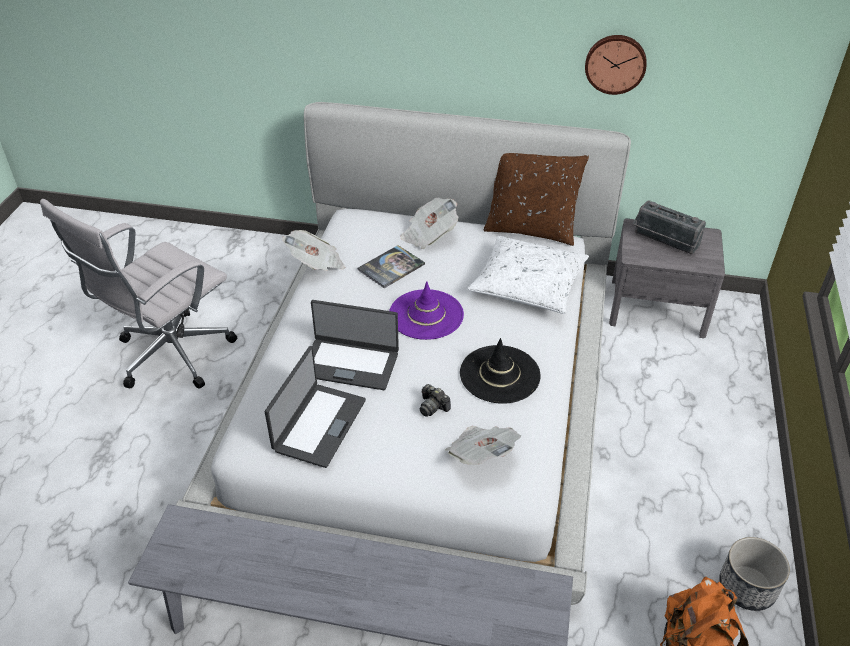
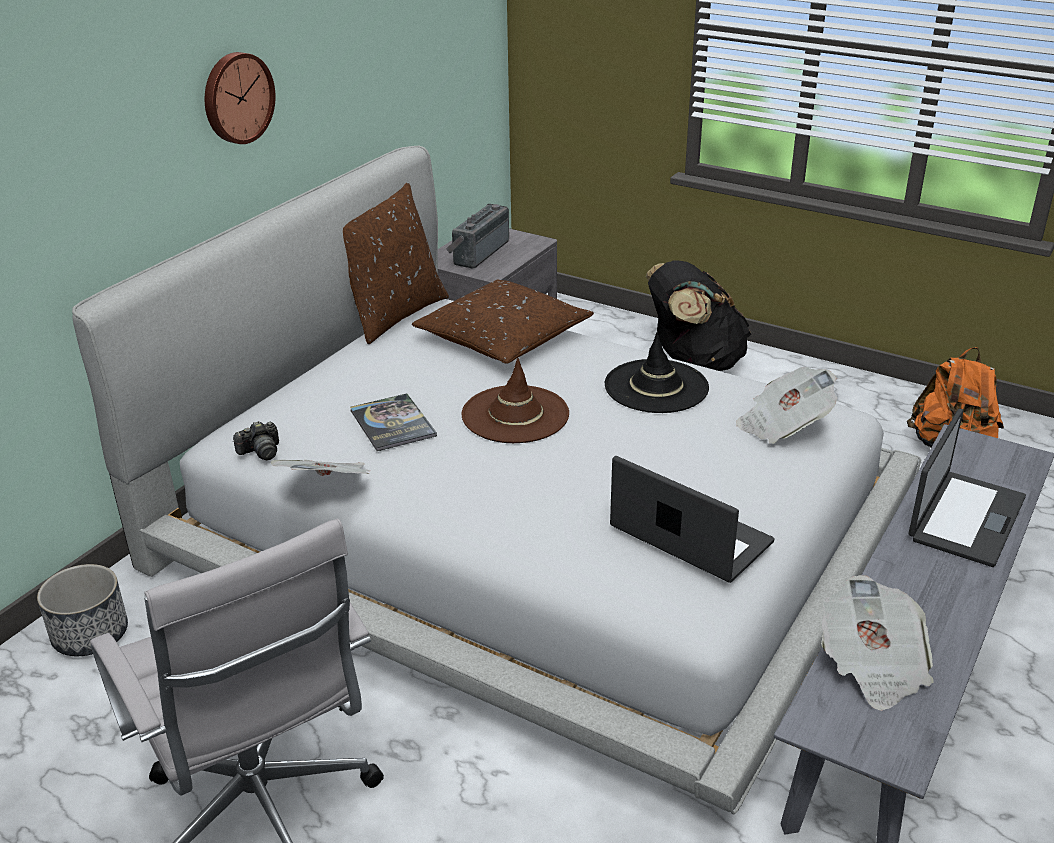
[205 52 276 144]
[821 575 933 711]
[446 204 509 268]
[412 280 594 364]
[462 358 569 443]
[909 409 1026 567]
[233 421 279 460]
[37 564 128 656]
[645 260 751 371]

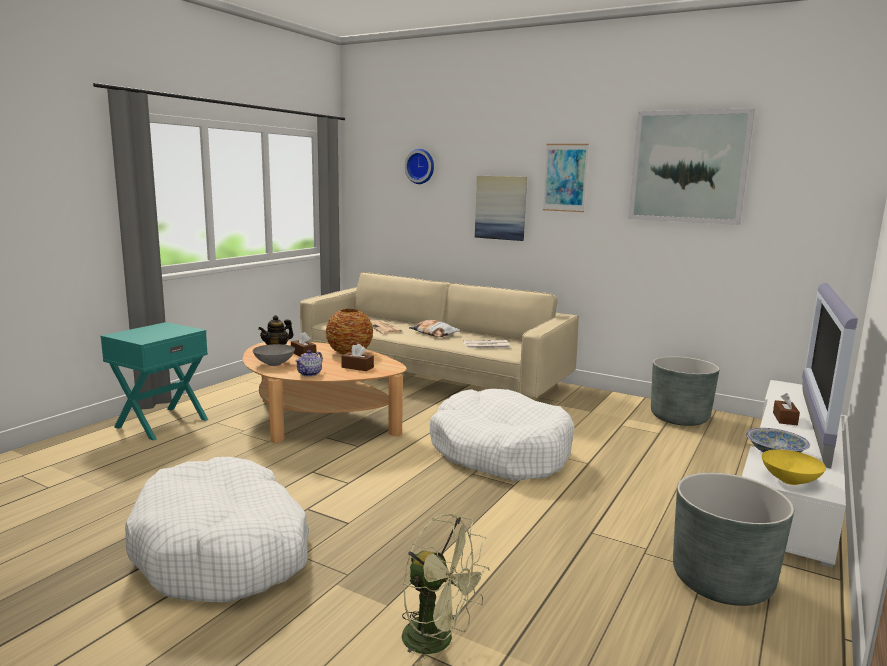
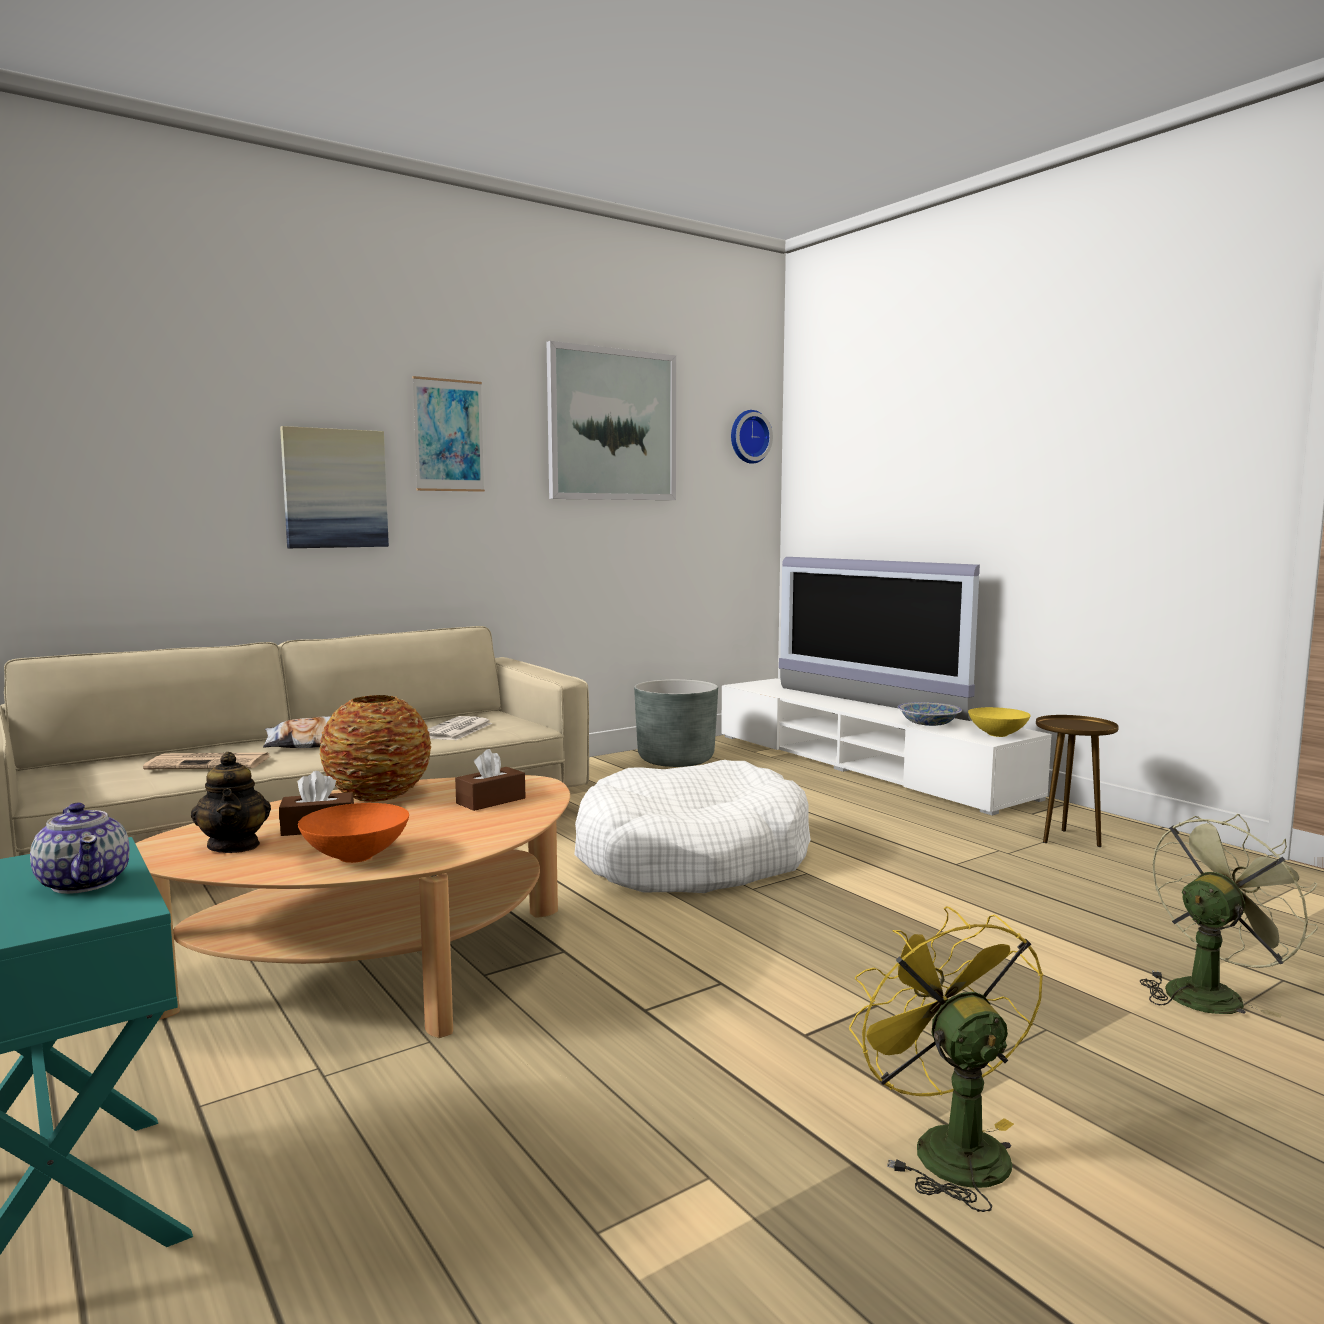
[731 410 773 464]
[298 803 409 863]
[30 803 130 894]
[773 393 800 425] (first image)
[849 906 1044 1212]
[1036 715 1119 847]

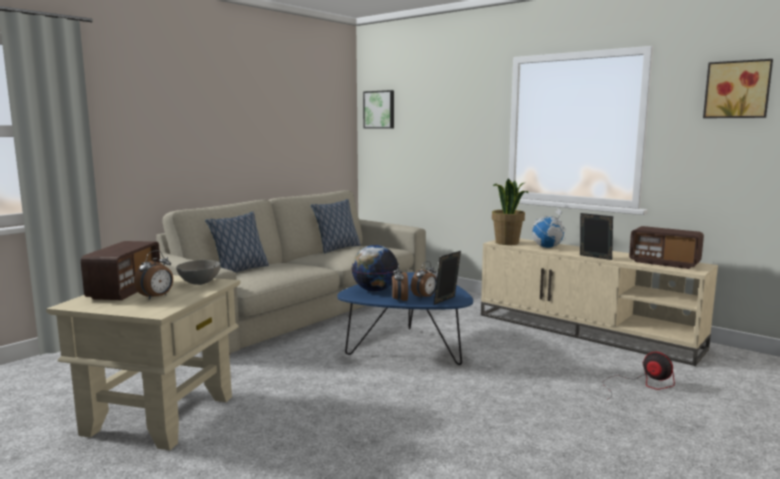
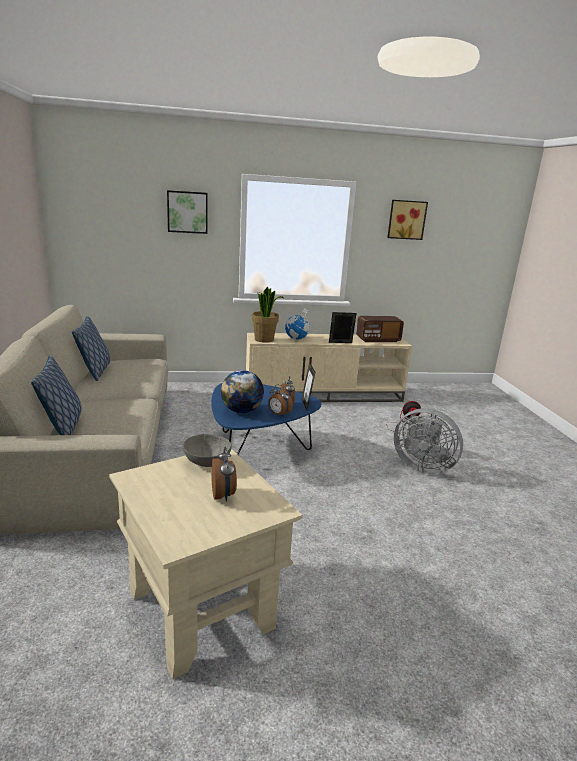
[167 190 208 234]
[81 241 161 300] (first image)
[394 408 463 474]

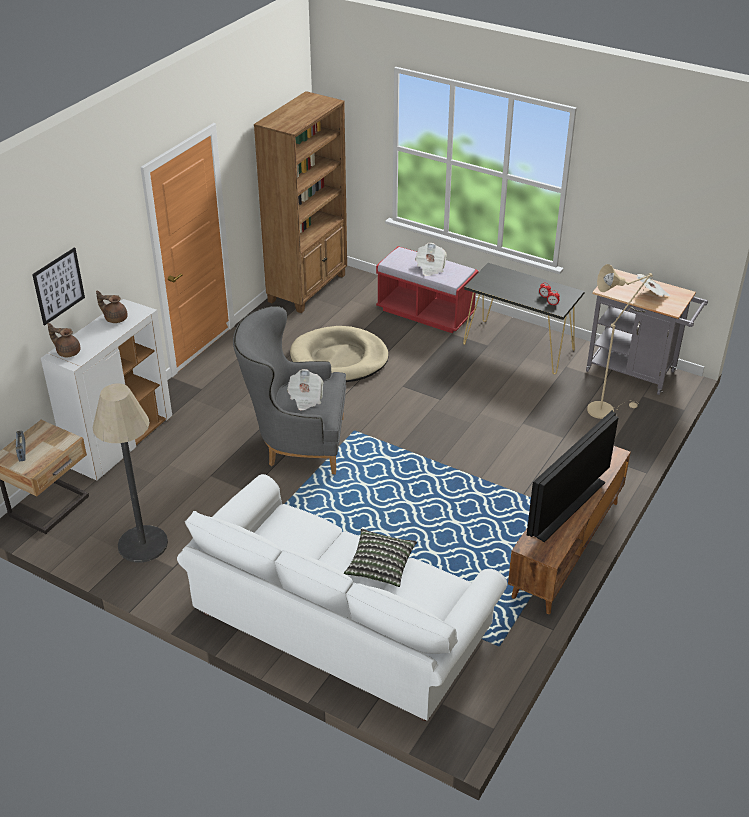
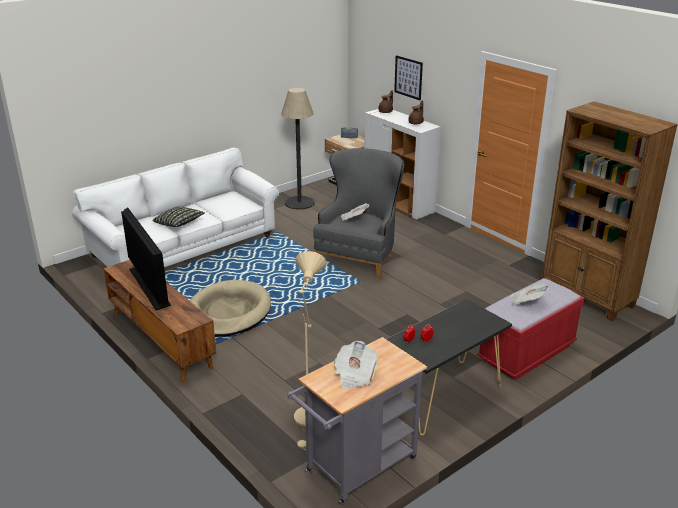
[190 280 271 337]

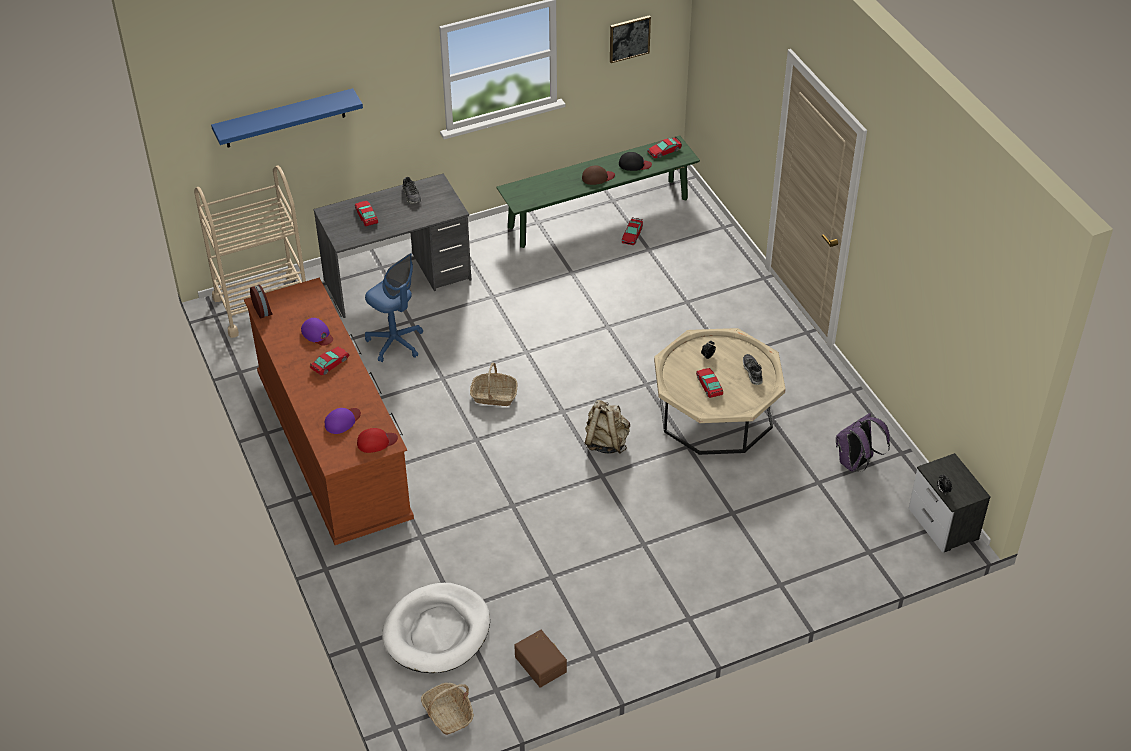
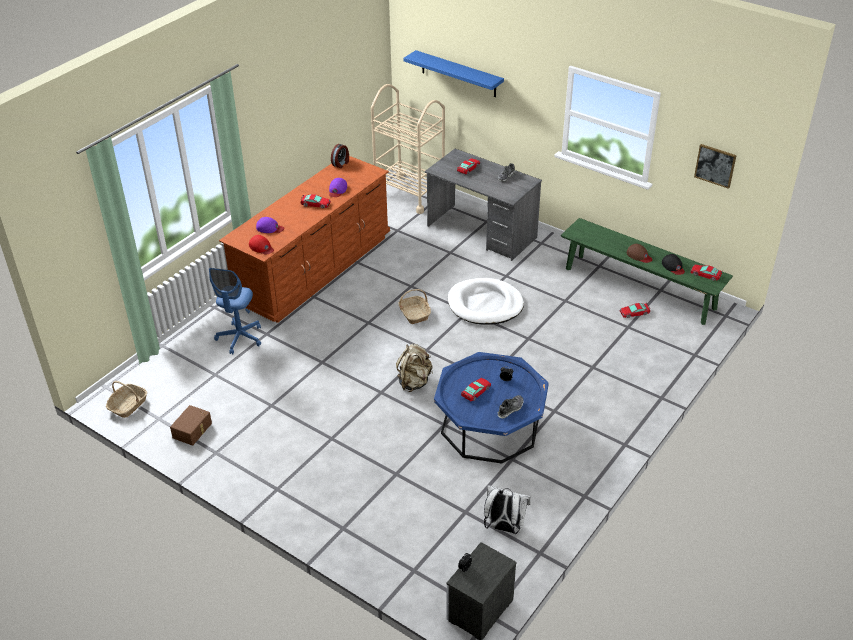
[209 268 261 354]
[434 352 549 464]
[484 485 531 534]
[448 278 524 325]

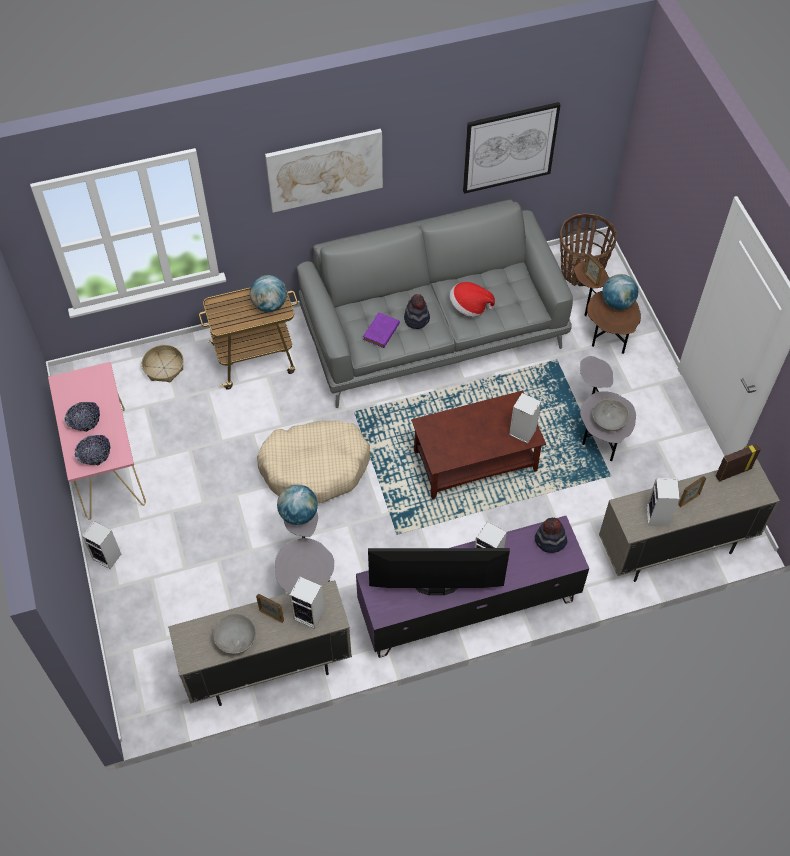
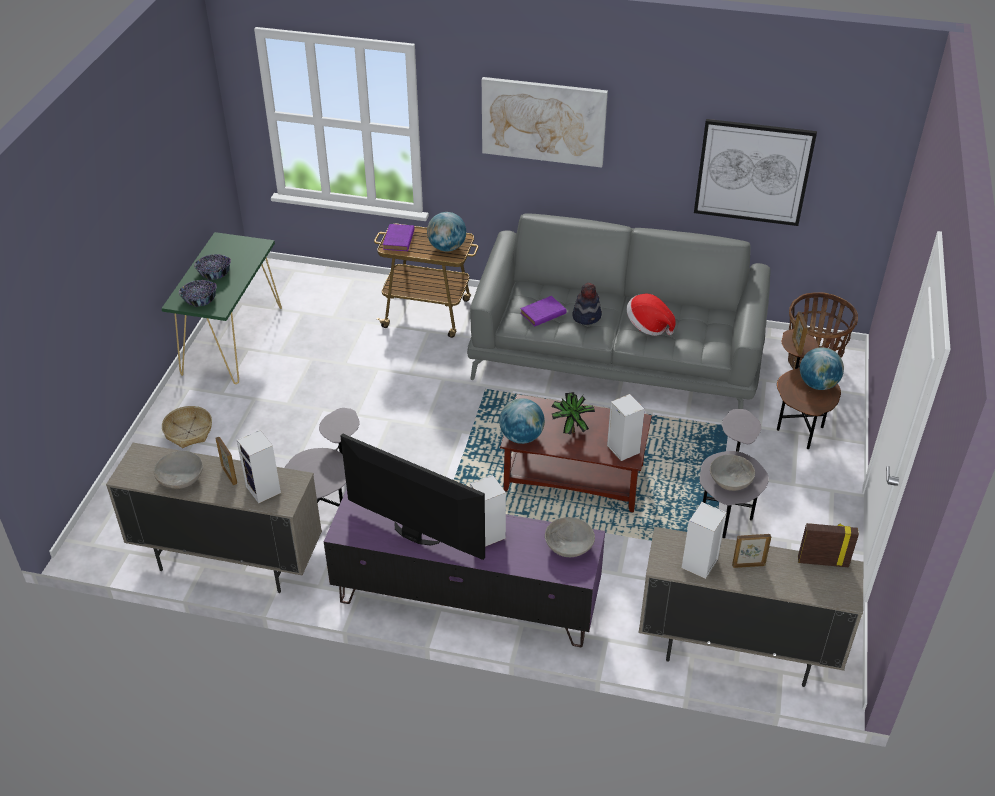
[162 406 212 448]
[161 232 282 384]
[257 421 371 503] (first image)
[499 398 545 444]
[545 517 595 557]
[82 521 121 569] (first image)
[383 224 415 251]
[551 392 595 435]

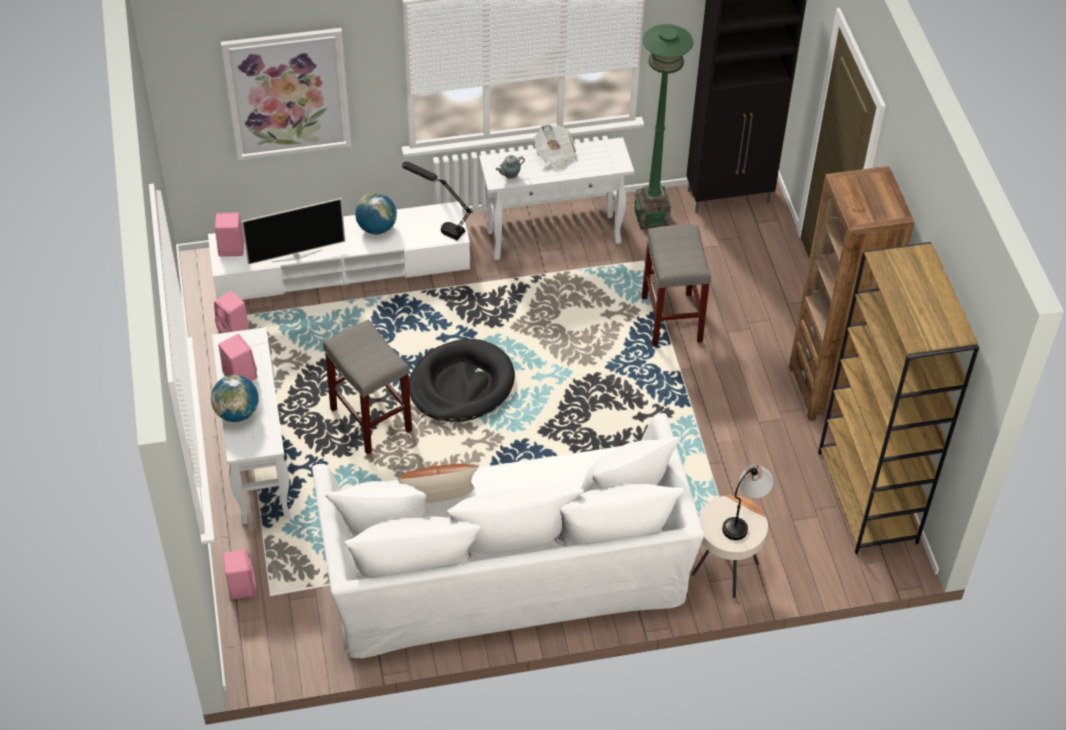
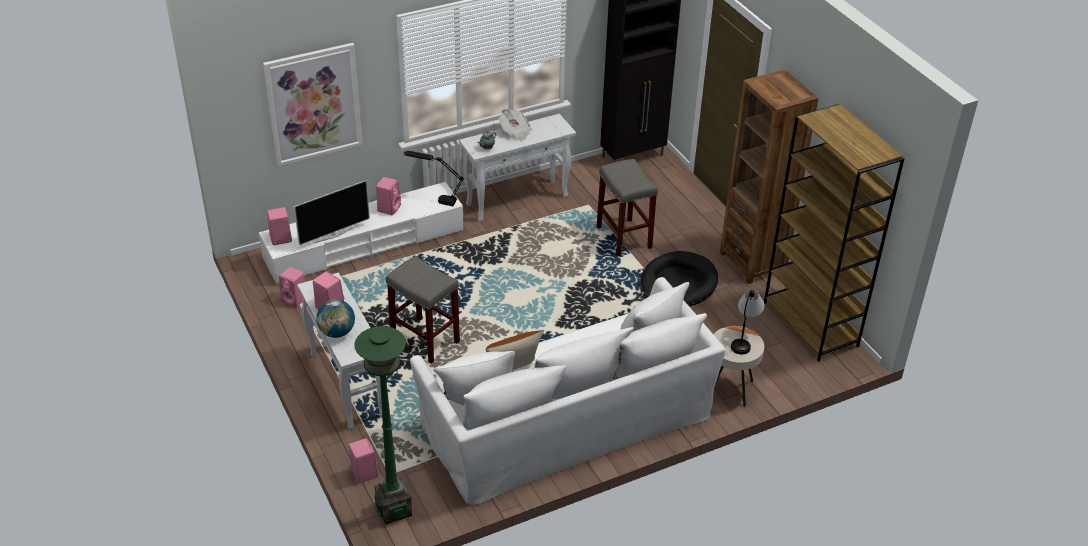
[354 326 412 525]
[376 177 401 215]
[641 251 718 307]

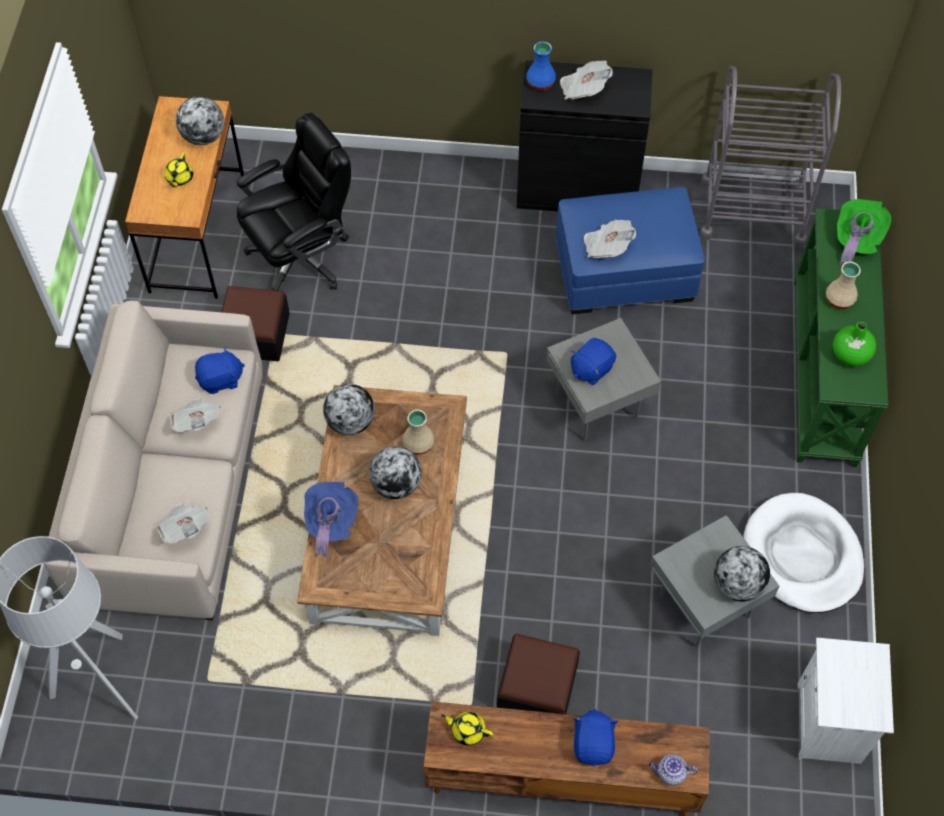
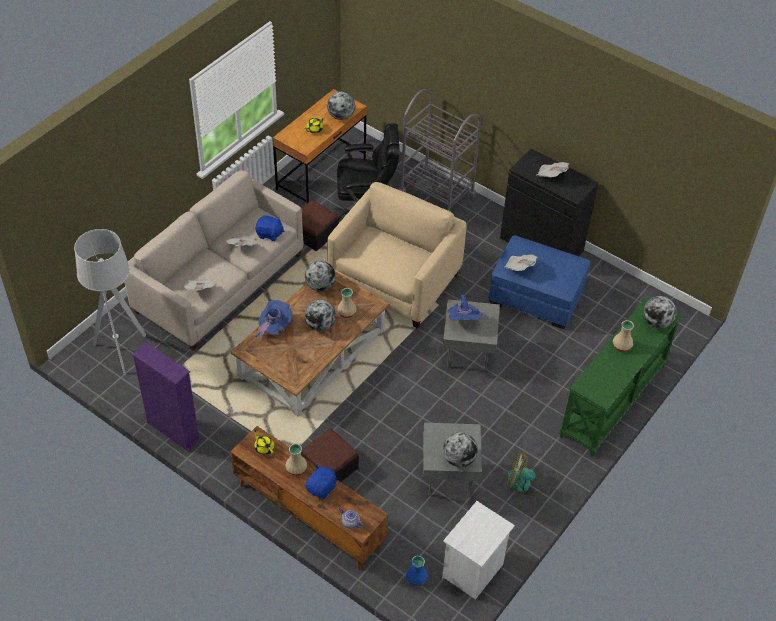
[406 556 428 587]
[398 89 482 211]
[643 296 677 329]
[833 322 876 366] (first image)
[447 294 483 320]
[507 452 544 496]
[327 182 467 328]
[132 342 201 451]
[285 443 307 476]

